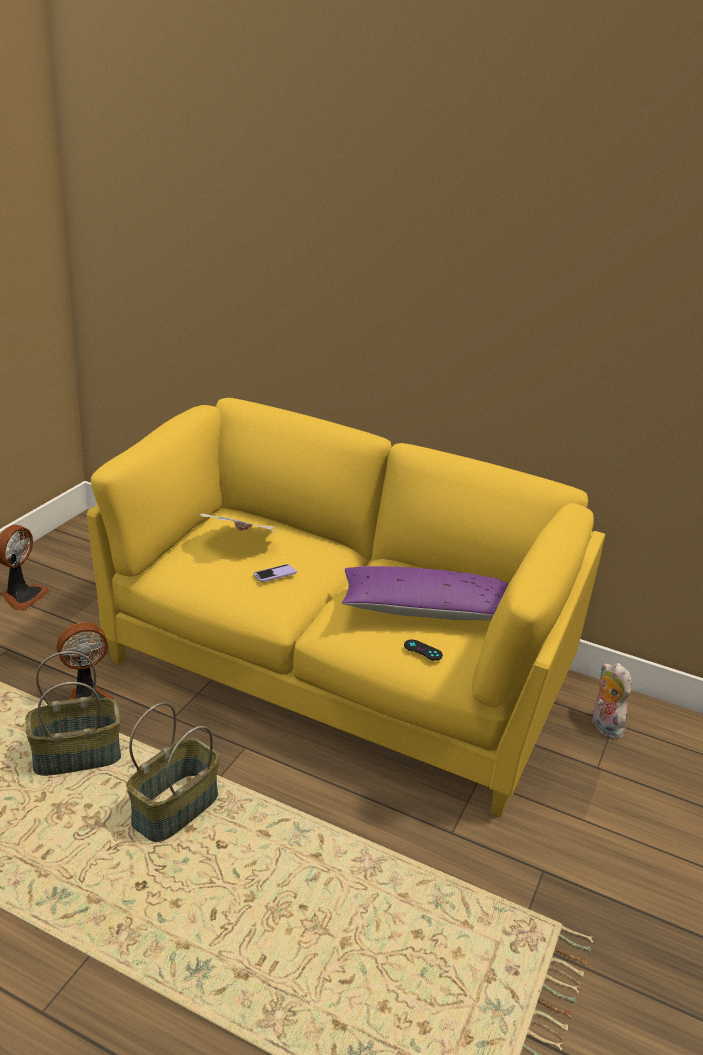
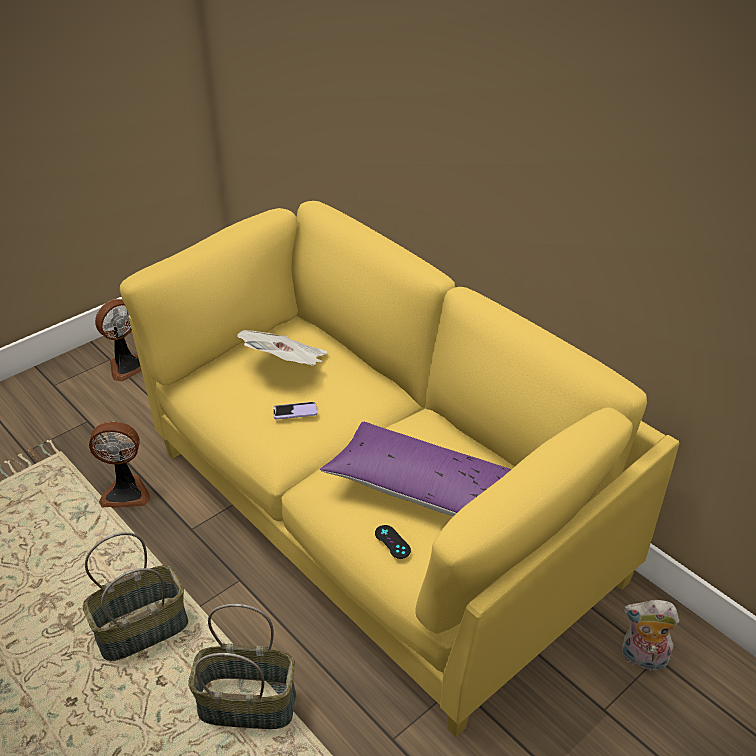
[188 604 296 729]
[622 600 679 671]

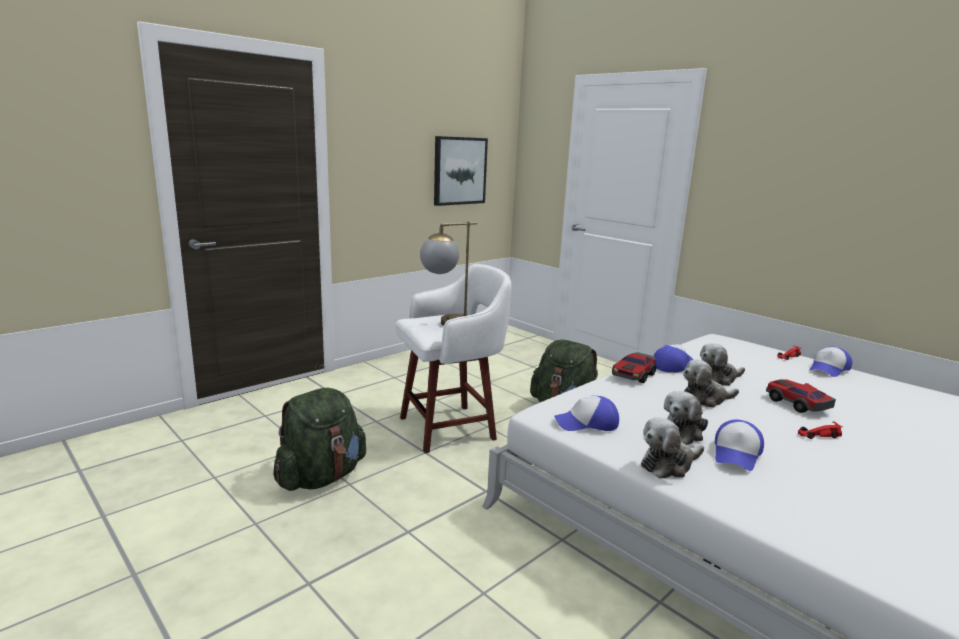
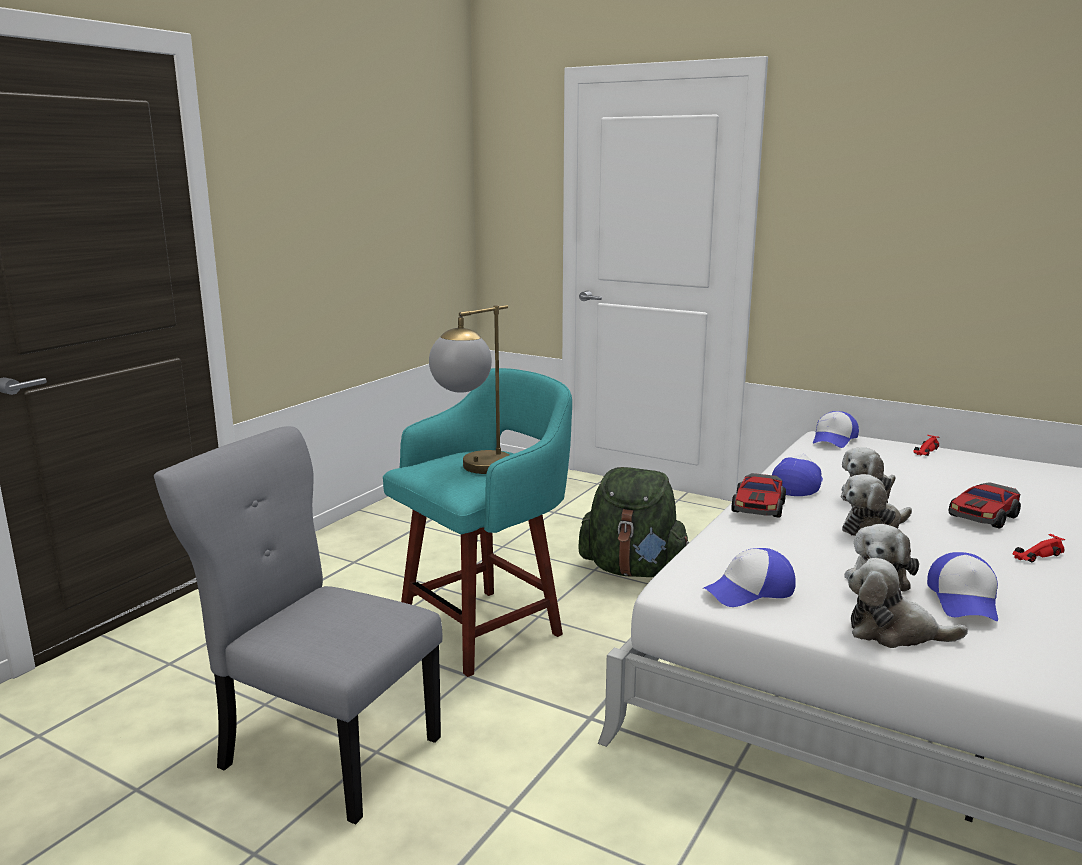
[434 136 488 206] (first image)
[383 368 572 677]
[813 411 859 448]
[949 482 1021 529]
[154 426 443 825]
[848 558 968 648]

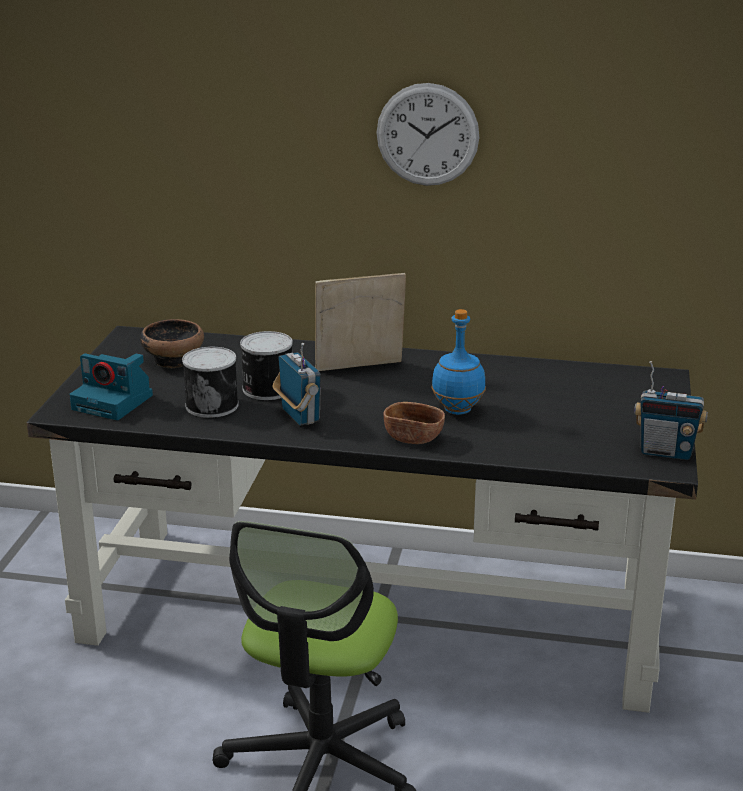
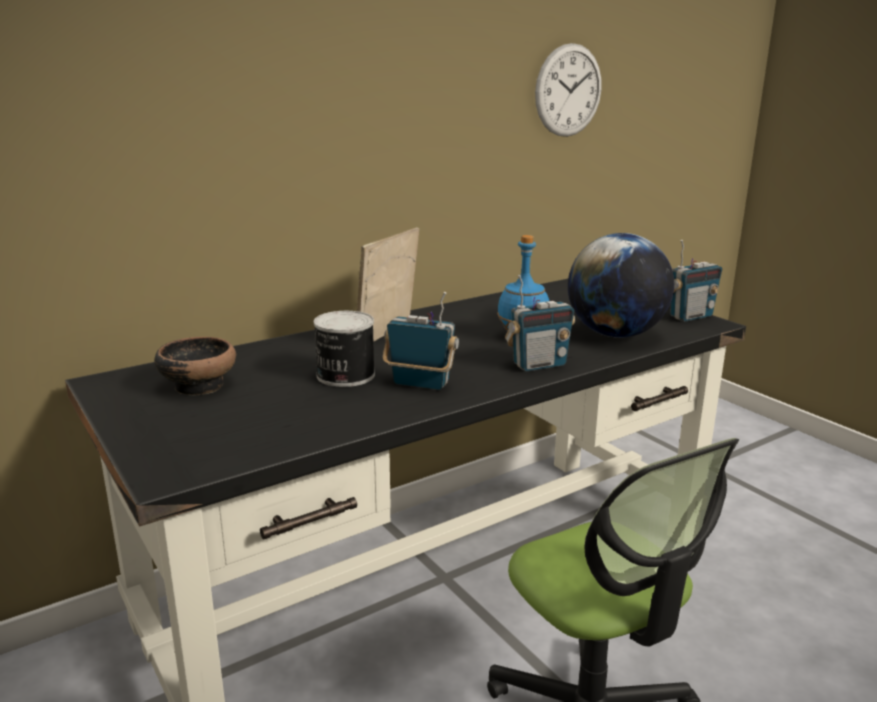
[535 43 602 137]
[182 347 239 418] (first image)
[70 353 153 420] (first image)
[505 275 575 371]
[568 233 674 338]

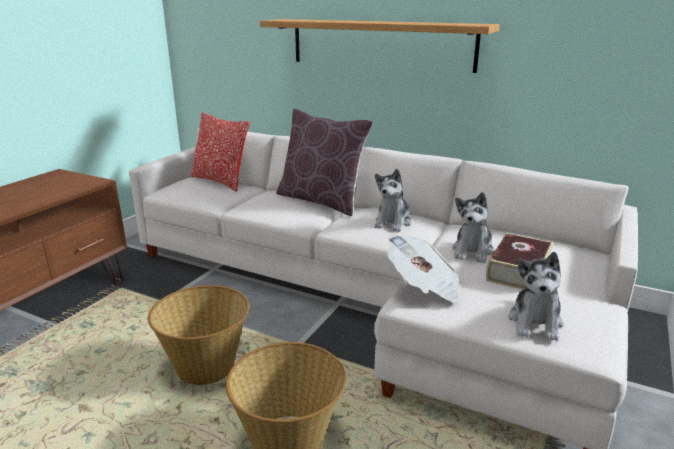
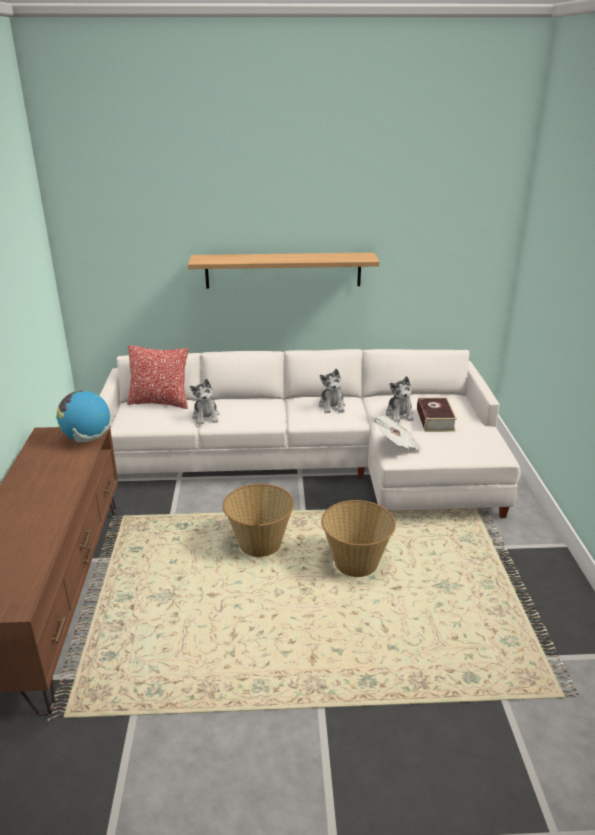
[276 109 373 216] (first image)
[190 379 220 425]
[56 390 110 442]

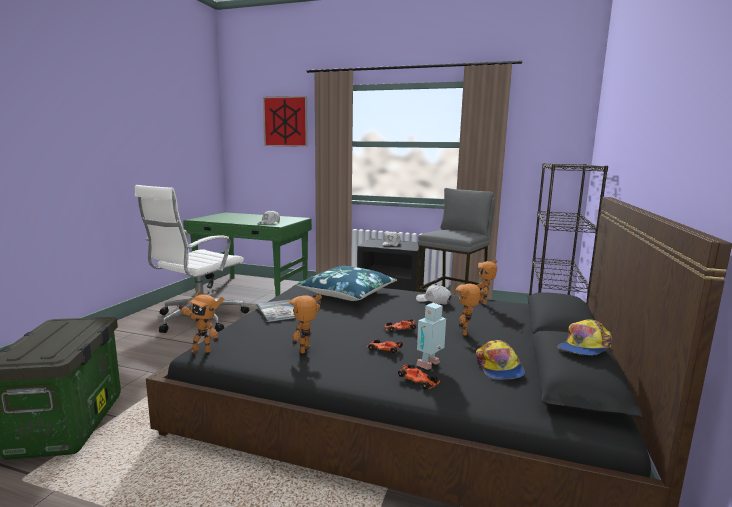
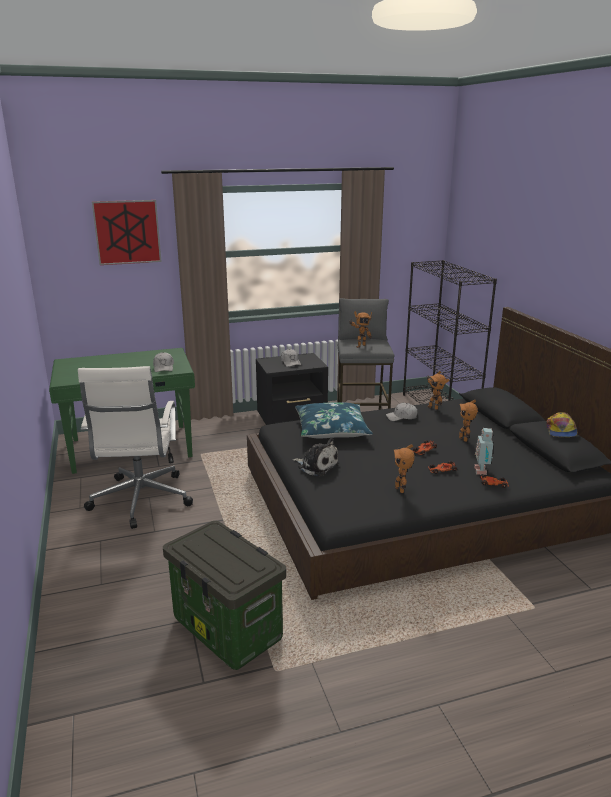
[349 311 372 348]
[293 438 340 476]
[476 340 525 380] (first image)

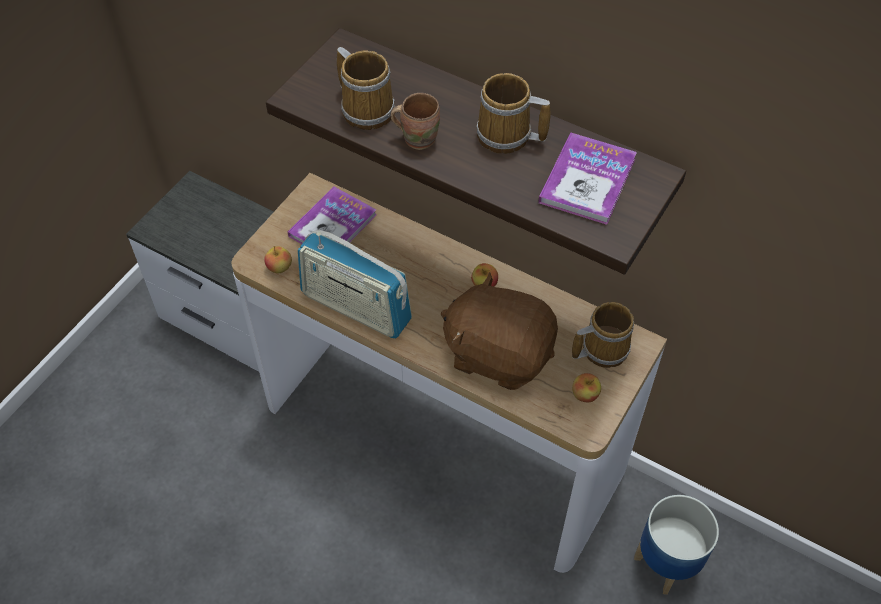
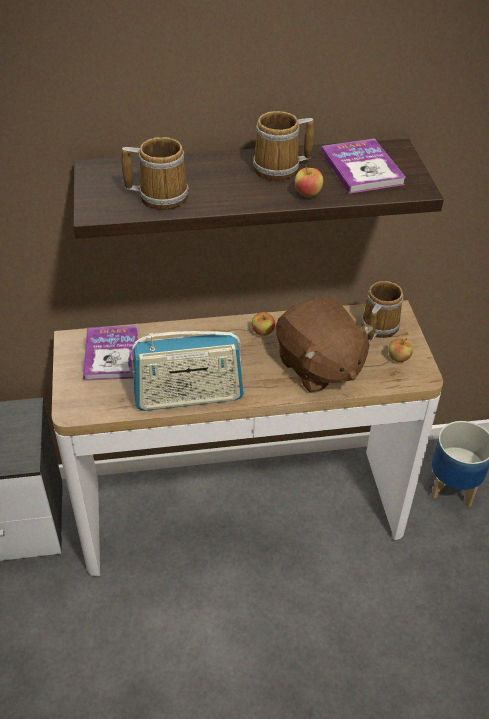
[390 93 440 150] (first image)
[295 165 323 197]
[276 298 374 393]

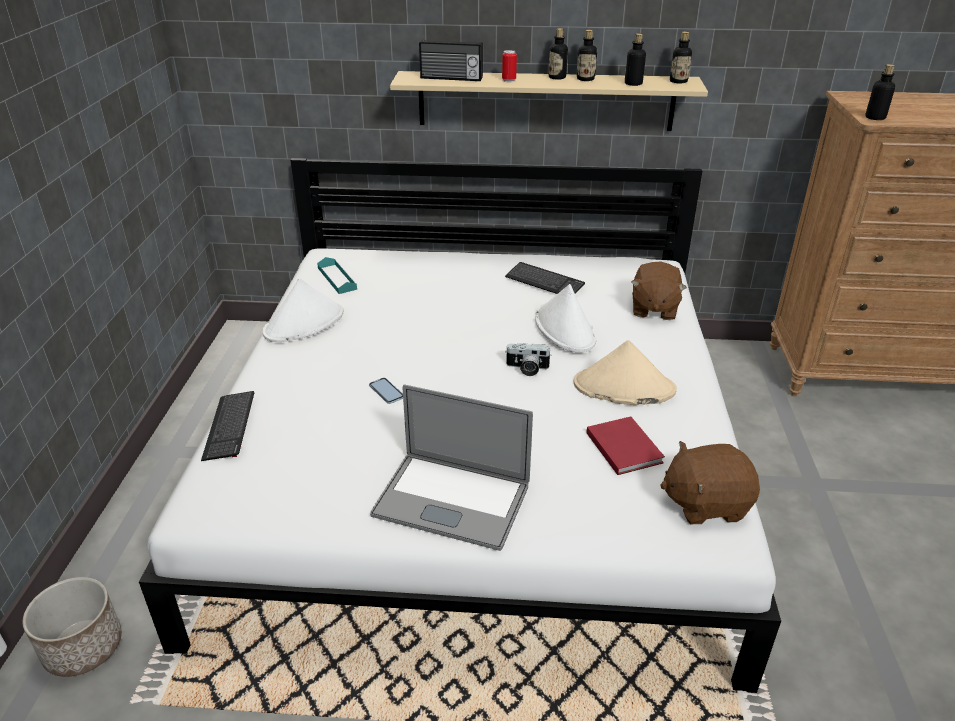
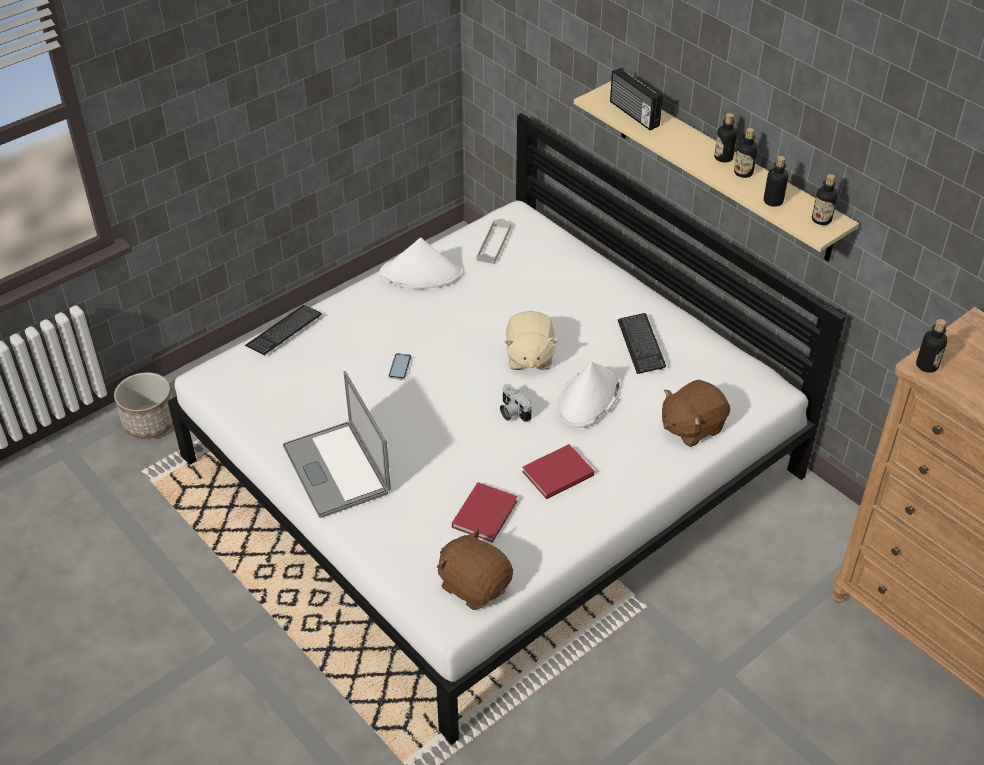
[502 50 517 82] (first image)
[476 219 511 264]
[522 444 594 499]
[504 311 559 370]

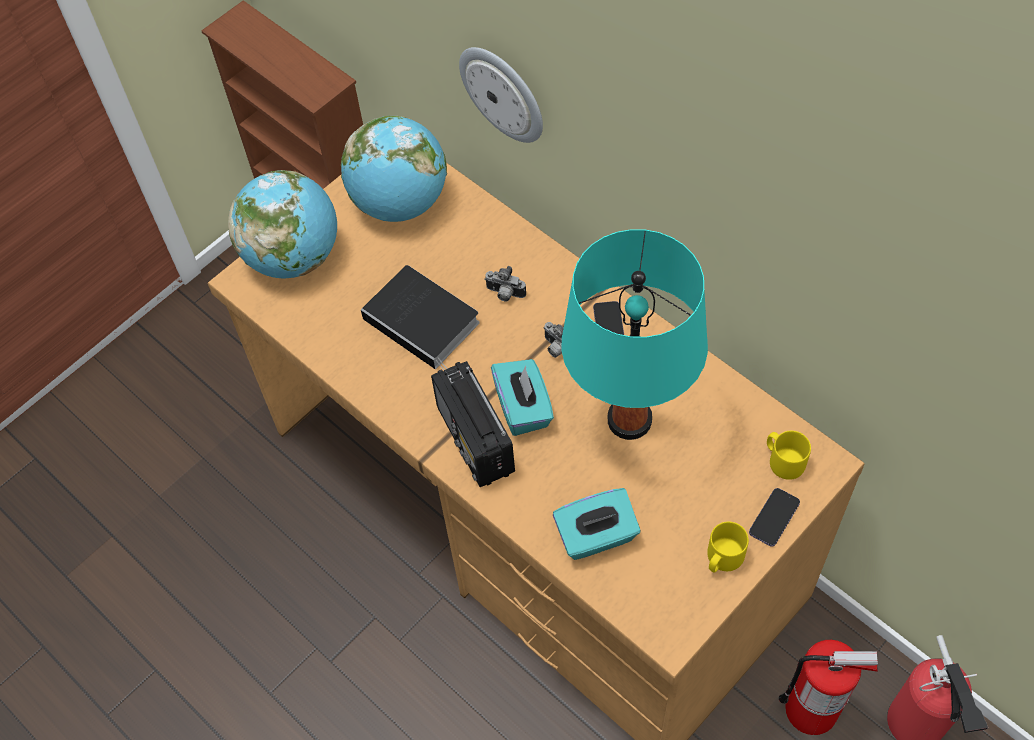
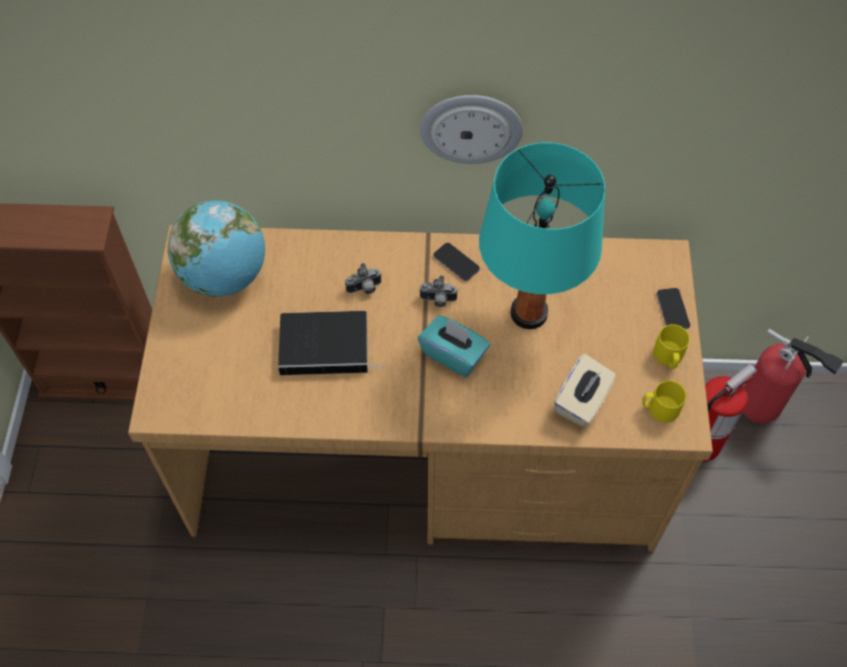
[420 95 523 164]
[228 170 337 279] (first image)
[431 361 515 487] (first image)
[642 380 686 423]
[554 353 616 427]

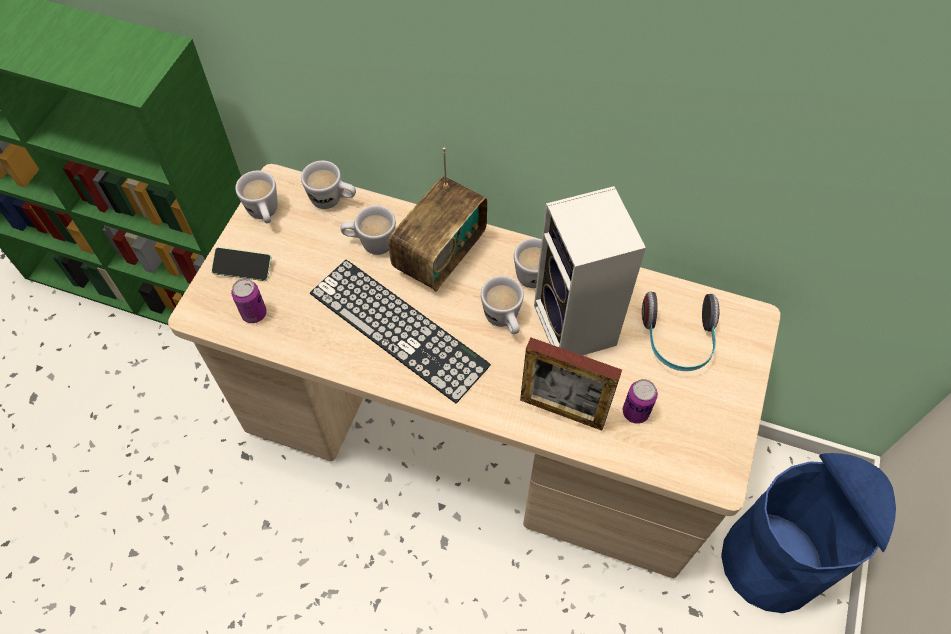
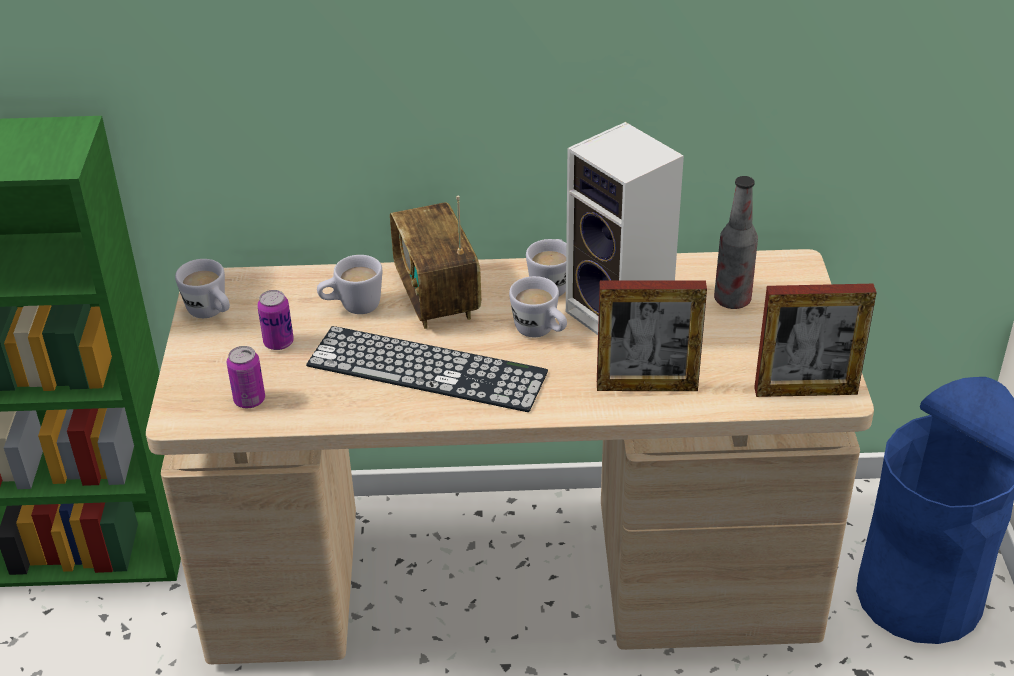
[390 196 481 329]
[301 161 356 209] (first image)
[211 247 271 281] (first image)
[714 176 758 309]
[257 290 294 350]
[754 284 877 397]

